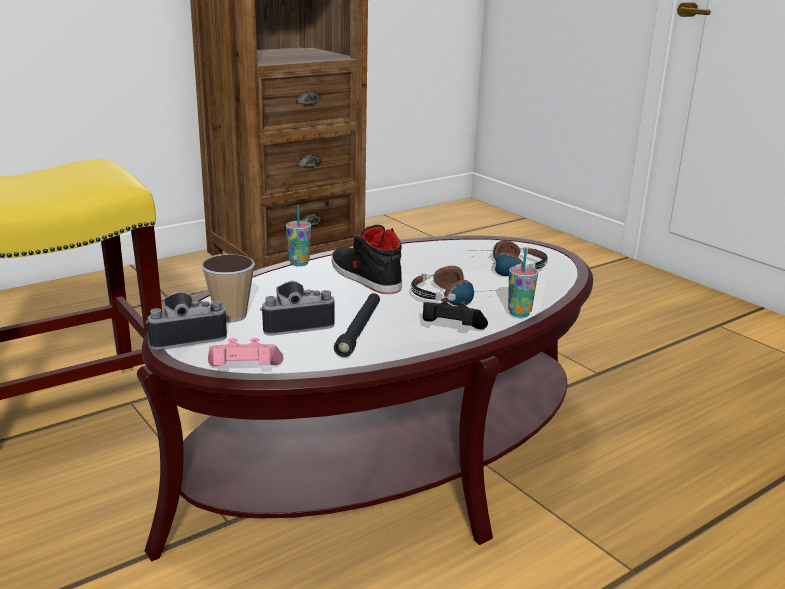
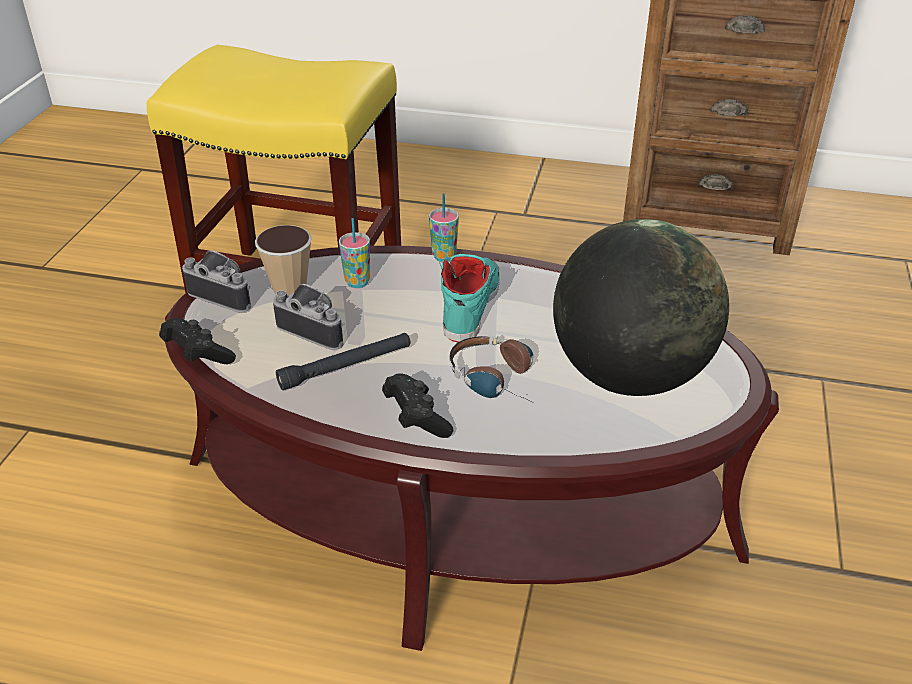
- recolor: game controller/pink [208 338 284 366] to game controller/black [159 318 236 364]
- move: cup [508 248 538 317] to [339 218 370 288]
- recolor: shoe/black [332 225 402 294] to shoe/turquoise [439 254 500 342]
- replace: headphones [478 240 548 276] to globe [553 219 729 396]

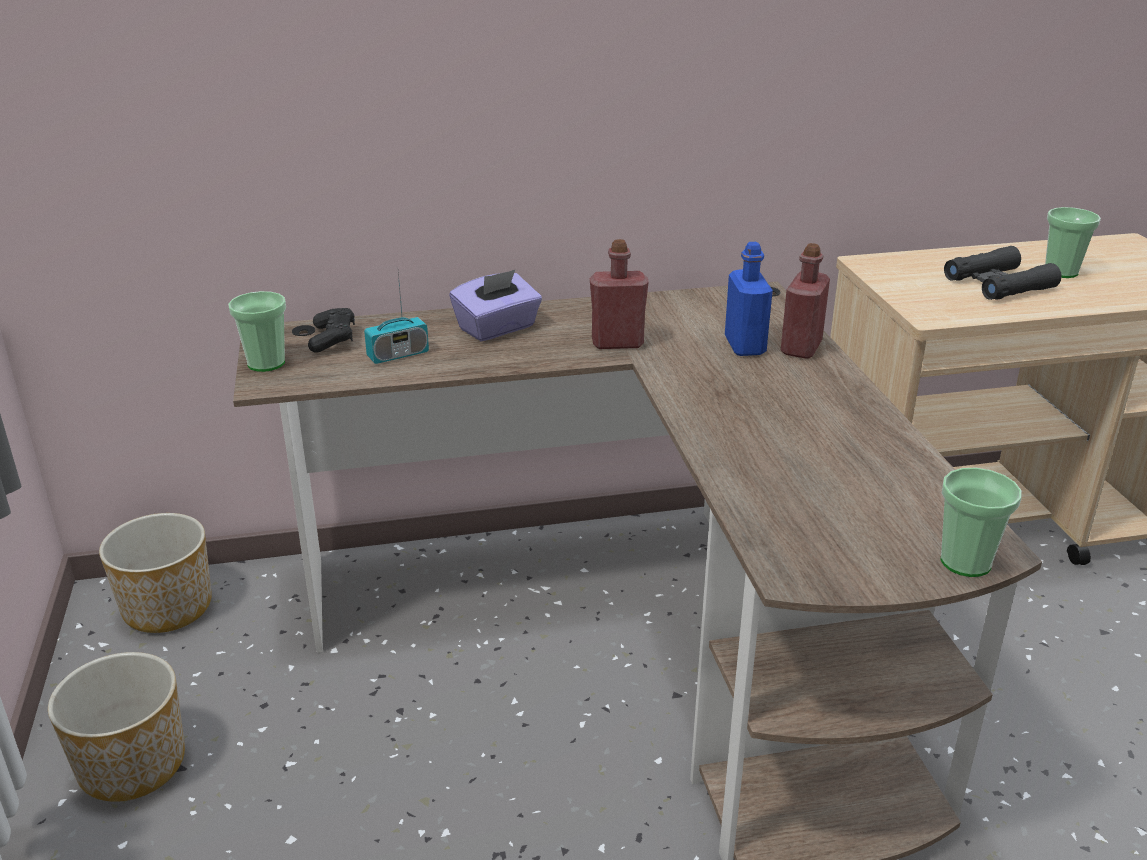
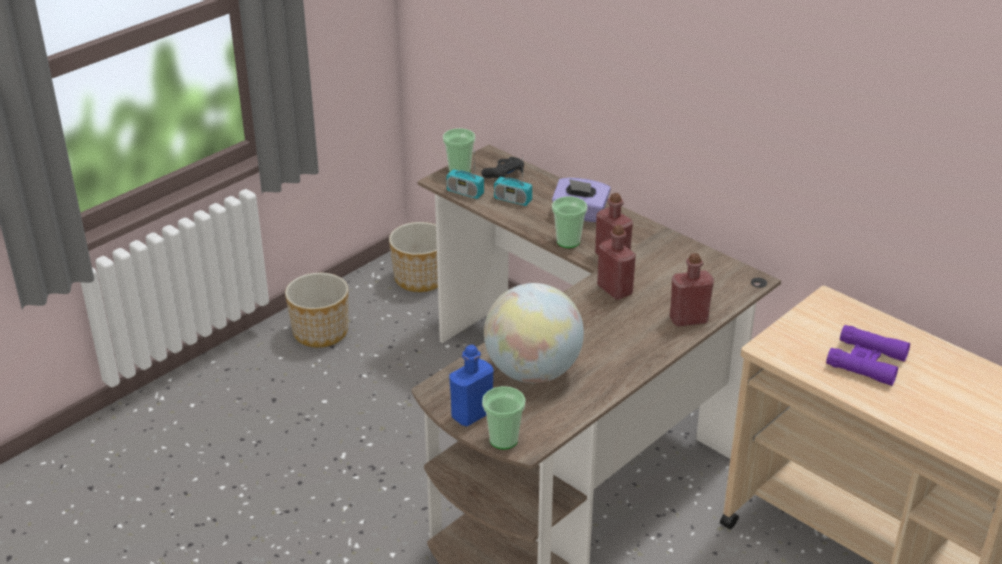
- insert: radio [447 144 484 199]
- move: bottle/blue [725 242 773 356] to [449 345 494 426]
- insert: globe [484 283 584 383]
- move: cup [1045 207 1101 278] to [552 196 587 248]
- insert: bottle/red [597 225 636 300]
- recolor: binoculars/black [944 246 1062 300] to binoculars/purple [826 325 910 386]

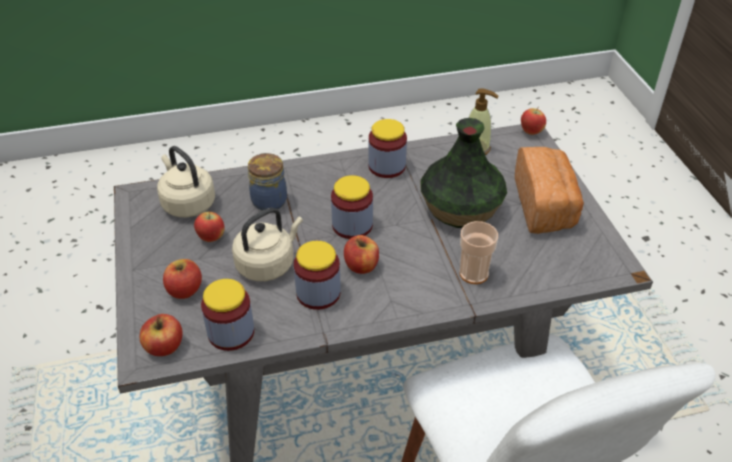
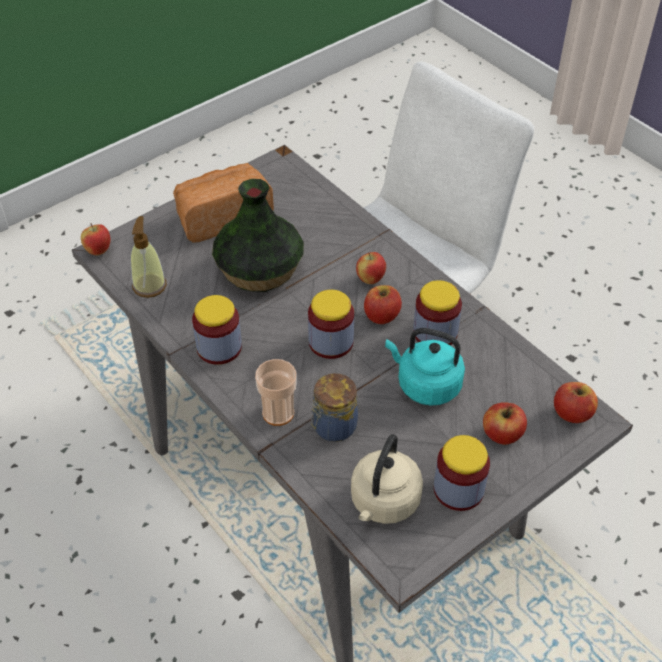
- move: cup [460 221 498 284] to [255 359 297 426]
- move: apple [194 211 225 242] to [356 252 386 284]
- recolor: kettle/beige [232 208 303 281] to kettle/turquoise [385 328 465 406]
- move: jar [201 279 254 351] to [434 435 490 511]

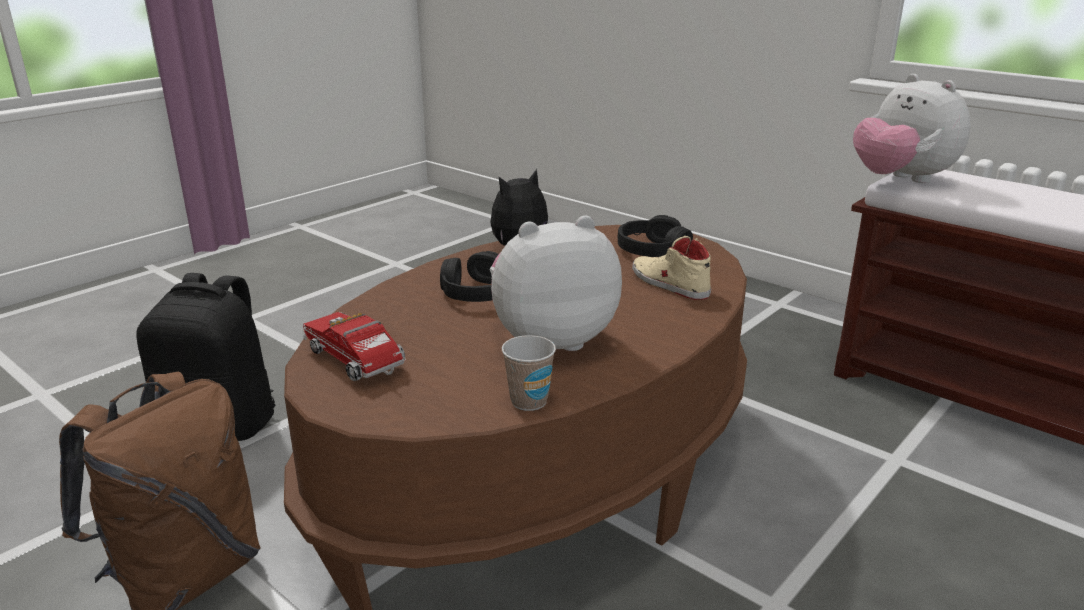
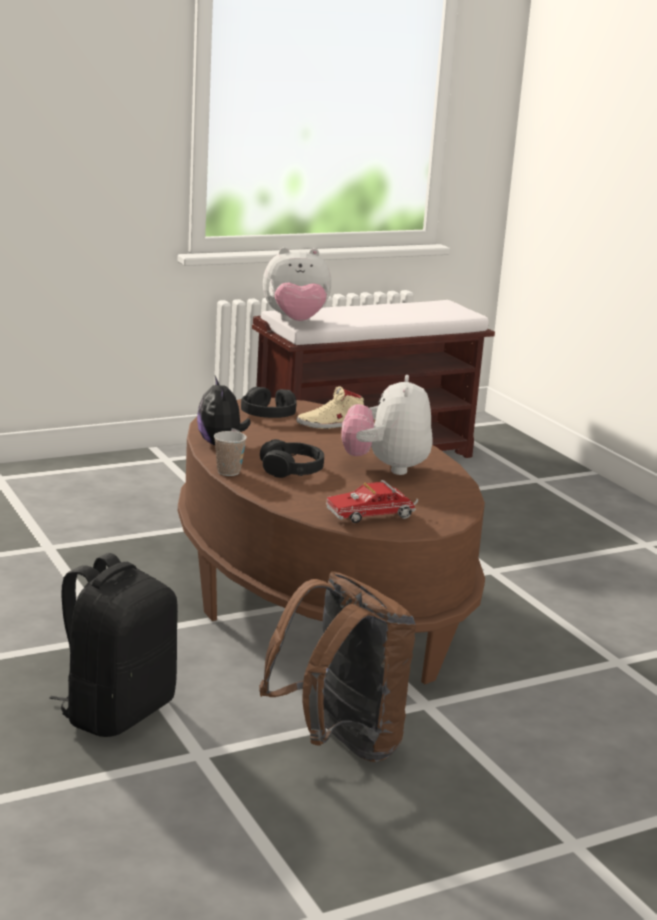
- move: cup [502 335 556 411] to [214 431 247 476]

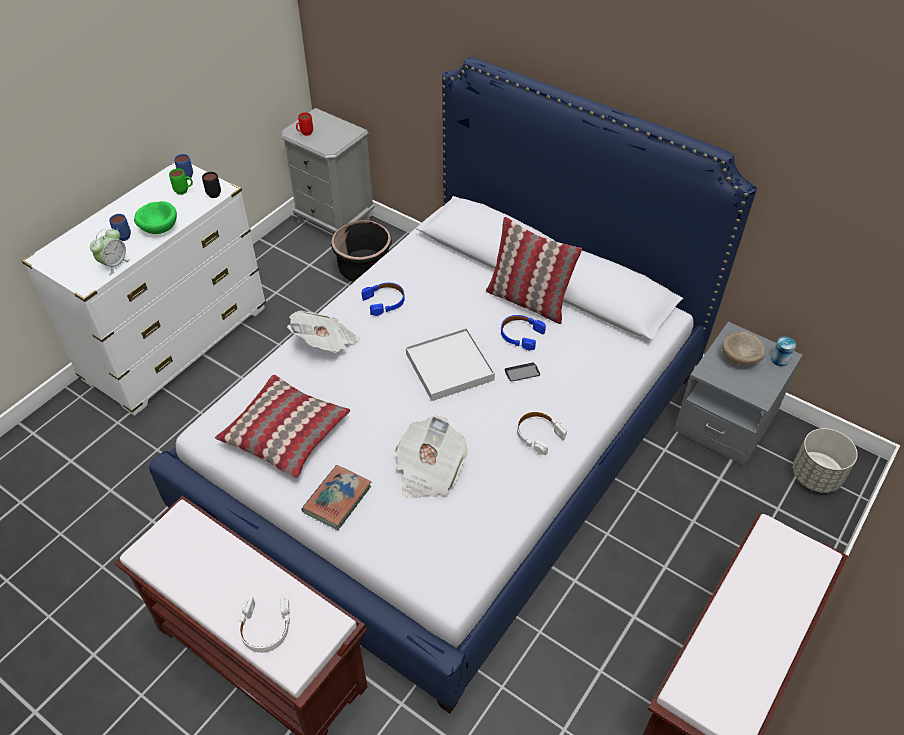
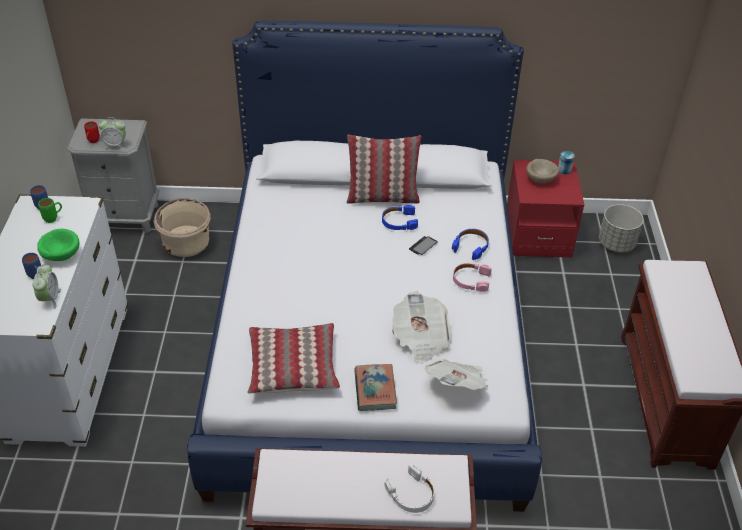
- insert: alarm clock [98 117 126 150]
- recolor: planter/black [331 220 392 282] to planter/beige [154 198 210 257]
- move: newspaper [287 310 360 353] to [425 359 488 390]
- move: headphones/blue [362 283 405 316] to [452 229 489 260]
- recolor: headphones/white [517 411 567 455] to headphones/pink [453 263 492 292]
- recolor: nightstand/grey [674 322 803 466] to nightstand/red [507 160 584 258]
- delete: mug/black [202 172 221 198]
- delete: tray/white [406 328 495 401]

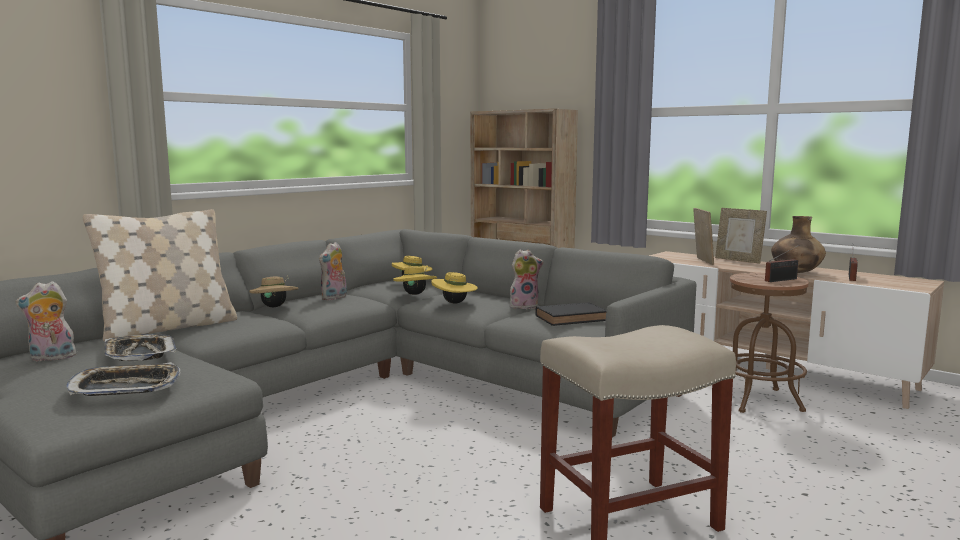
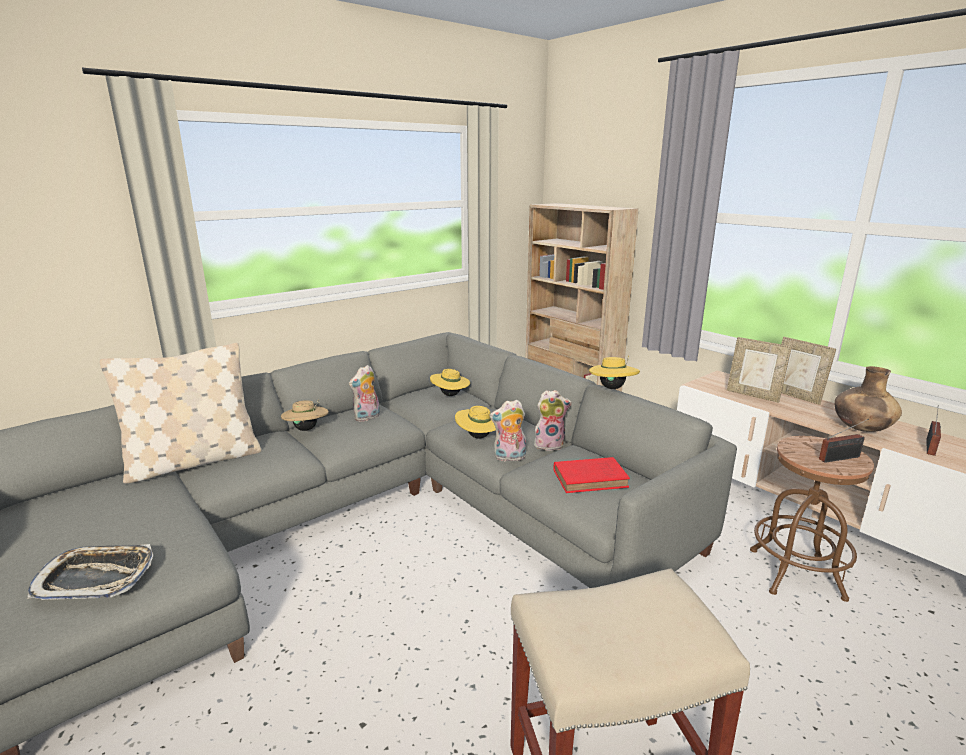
- move: plush toy [16 281 78 361] to [490 400 526 462]
- recolor: book/black [535 302 607 326] to book/red [553 457 630 493]
- move: hat/yellow [393 266 437 295] to [589 356 640 389]
- rotate: picture frame [694 208 714 265] = [727 337 792 403] 120 degrees clockwise
- delete: tray [105 334 176 361]

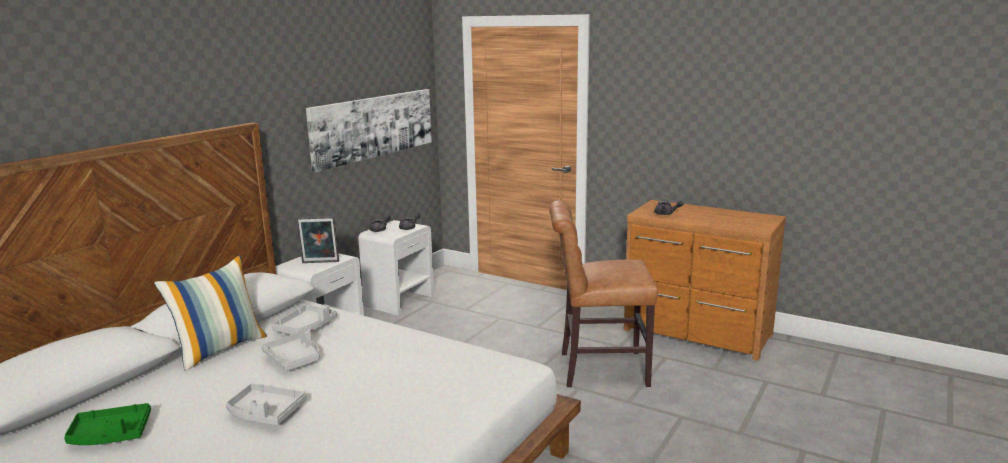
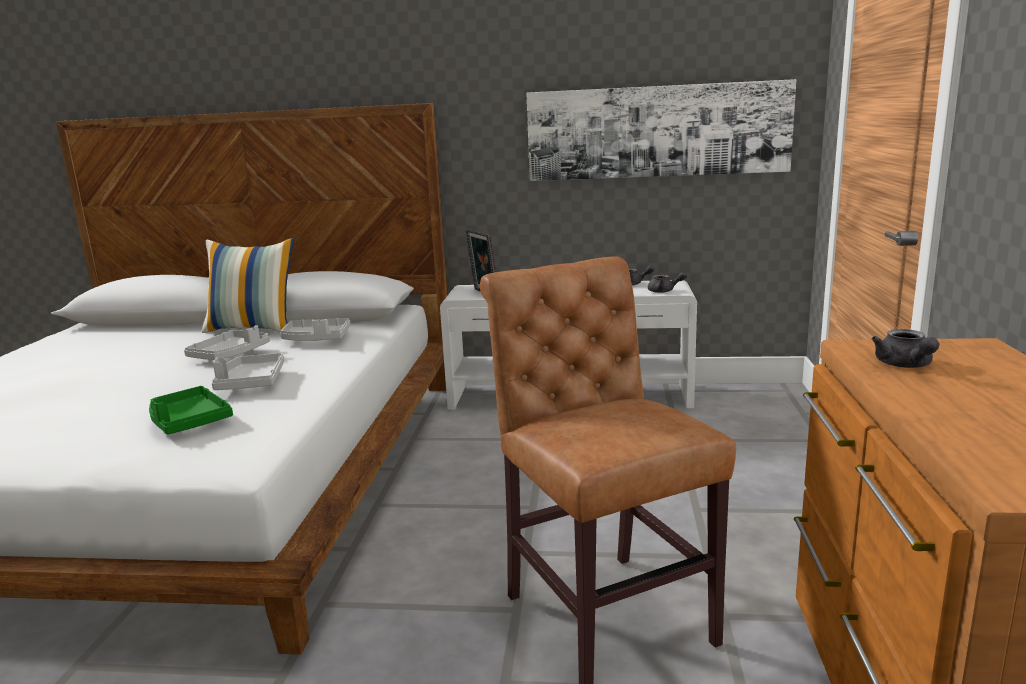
- move: tray/green [64 403 151 445] to [149 386 233 435]
- move: tray/grey [226 383 306 426] to [212 353 284 390]

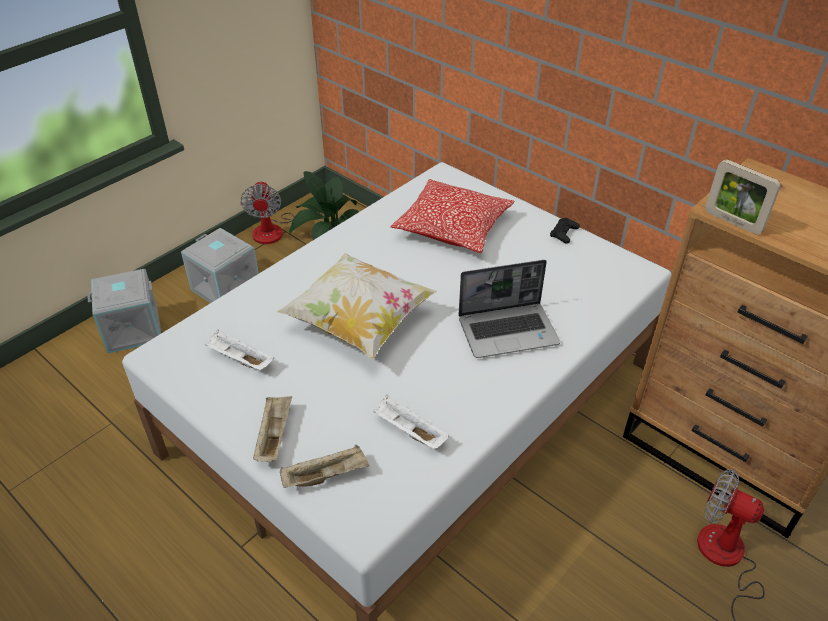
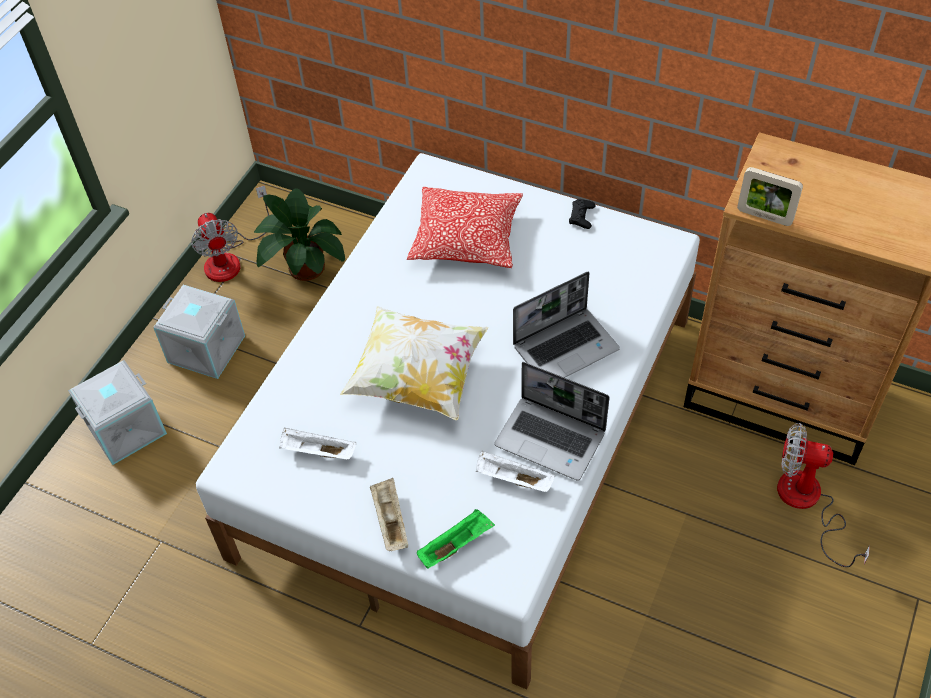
- recolor: tray/beige [280 445 369 488] to tray/green [417 509 495 569]
- insert: laptop [494 362 610 481]

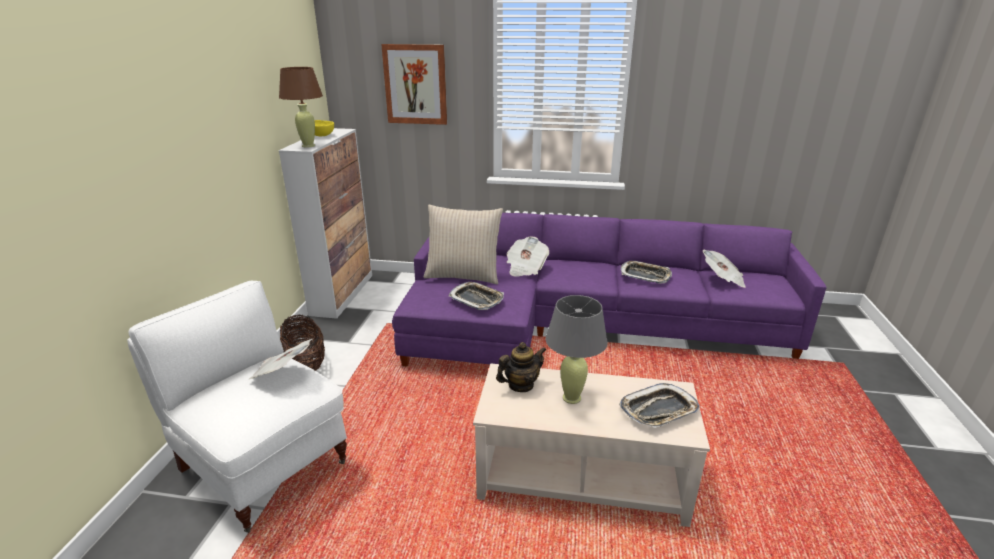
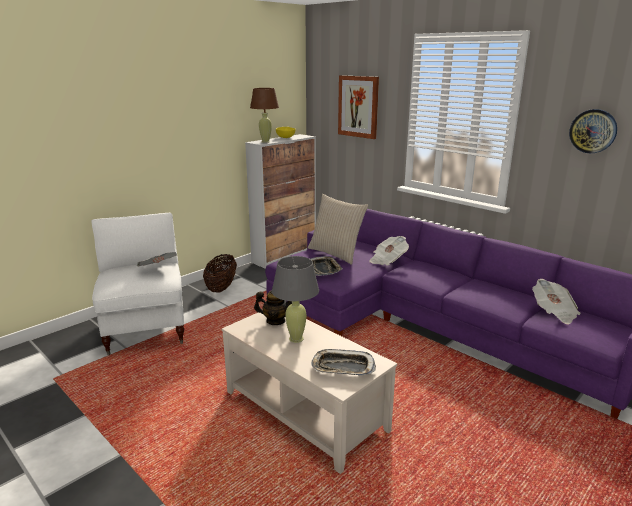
- insert: wall clock [569 109 617 153]
- delete: tray [620 261 672 284]

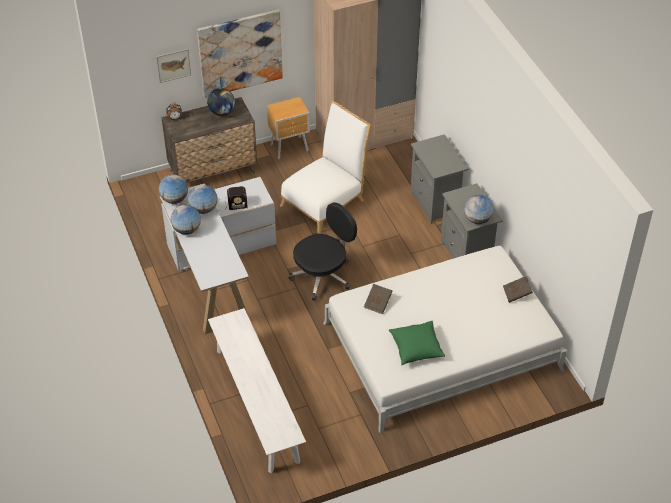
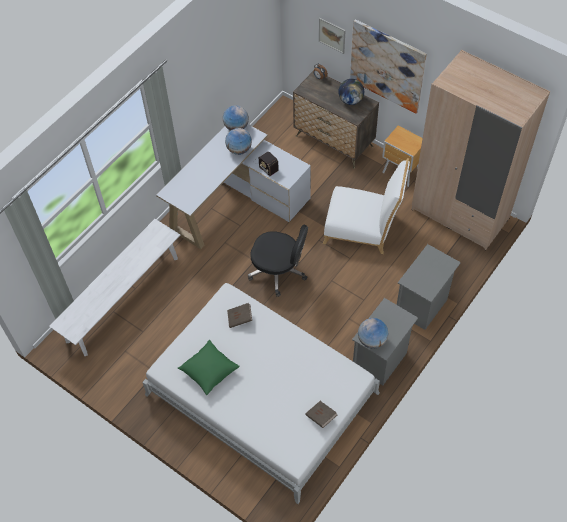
- delete: globe [171 205 201 235]

